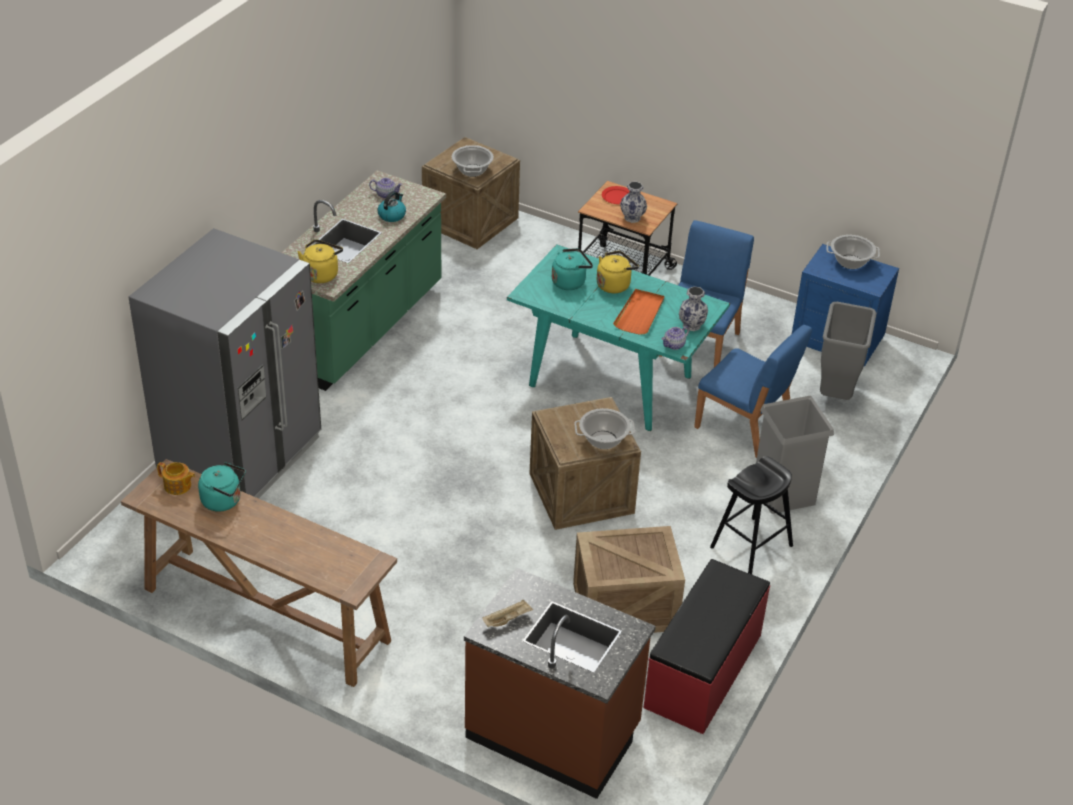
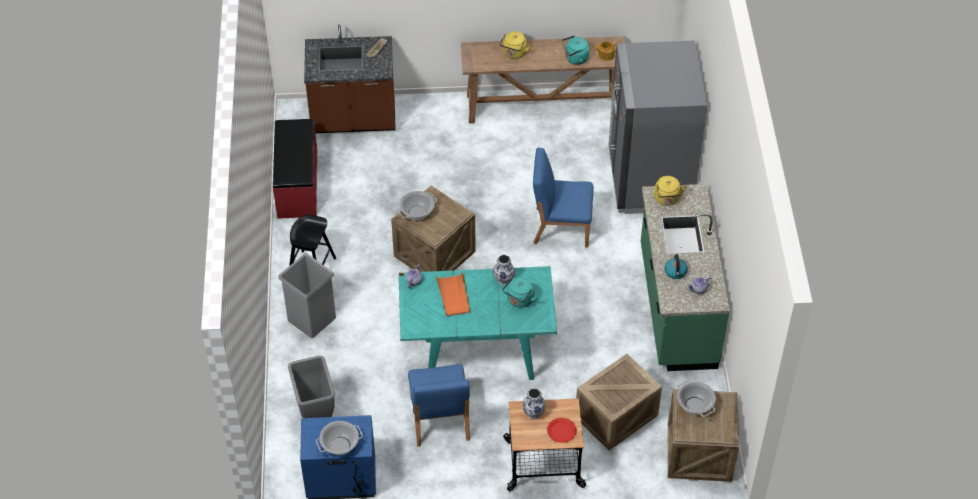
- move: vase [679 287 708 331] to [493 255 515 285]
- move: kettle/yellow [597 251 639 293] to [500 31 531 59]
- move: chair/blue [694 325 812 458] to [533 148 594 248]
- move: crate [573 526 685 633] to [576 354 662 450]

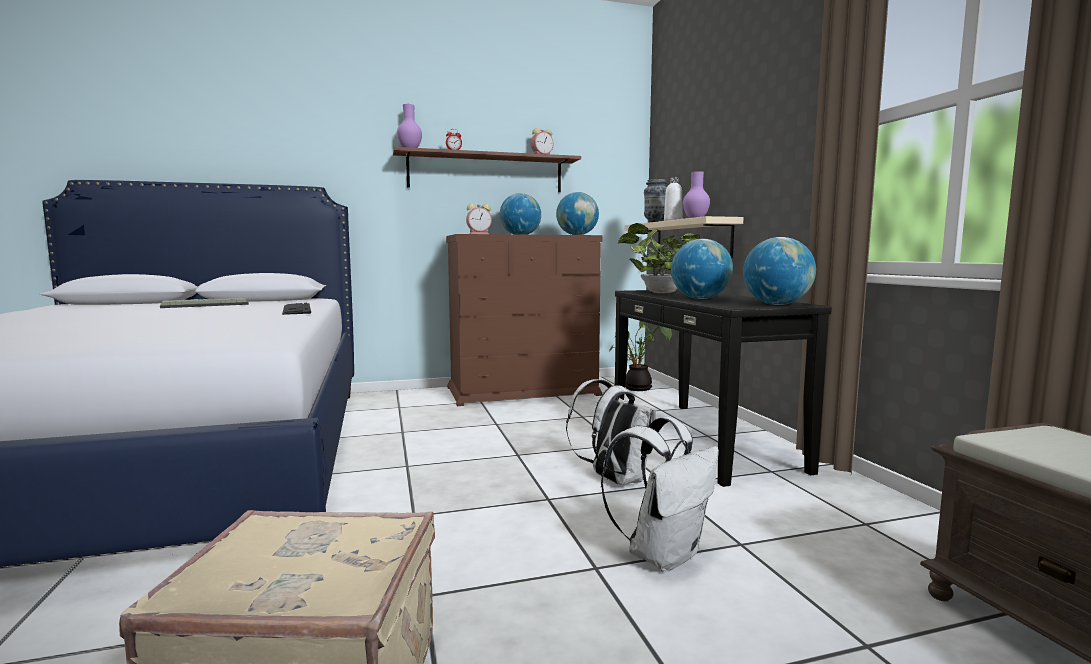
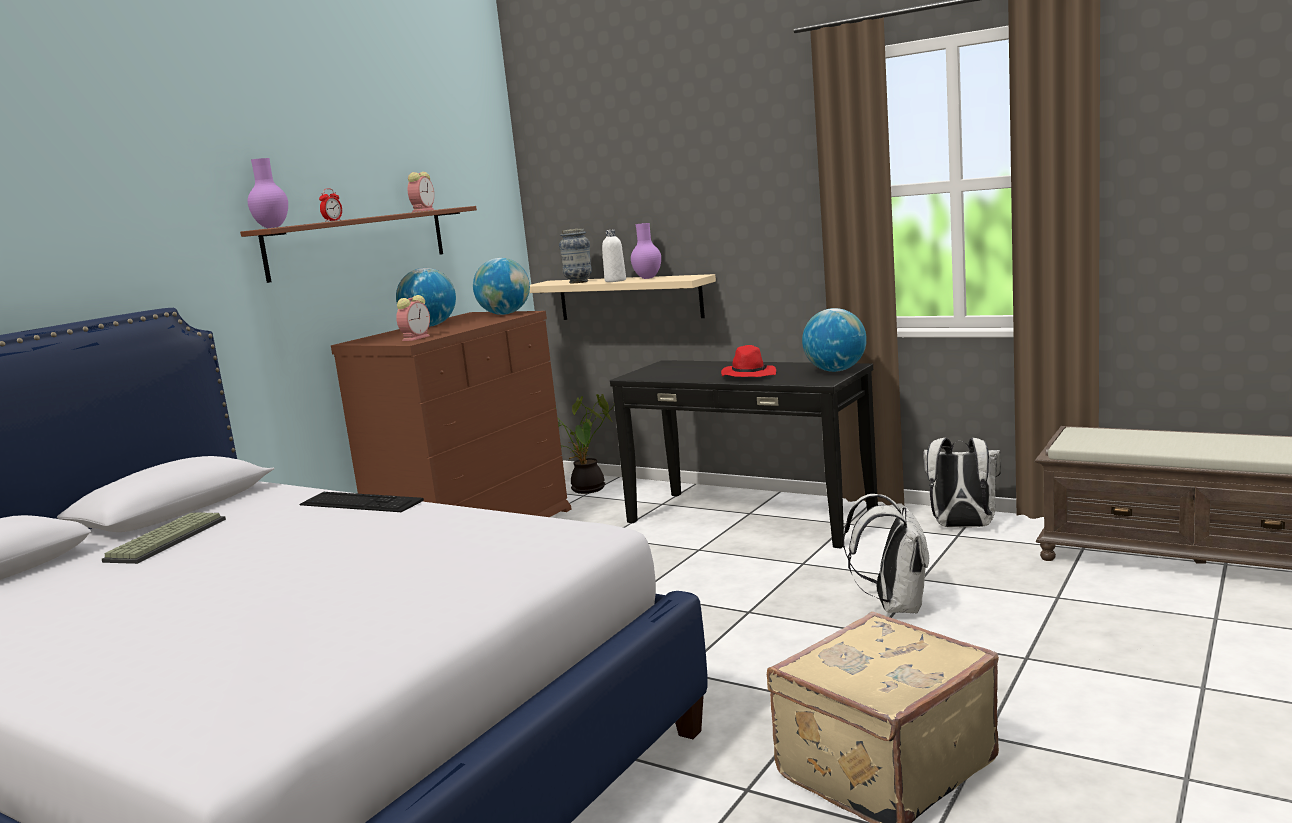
- replace: globe [671 239 733 299] to hat/red [721 345 776 377]
- move: backpack/white [566 379 656 485] to [923 438 1001 527]
- delete: potted plant [618 223 700 293]

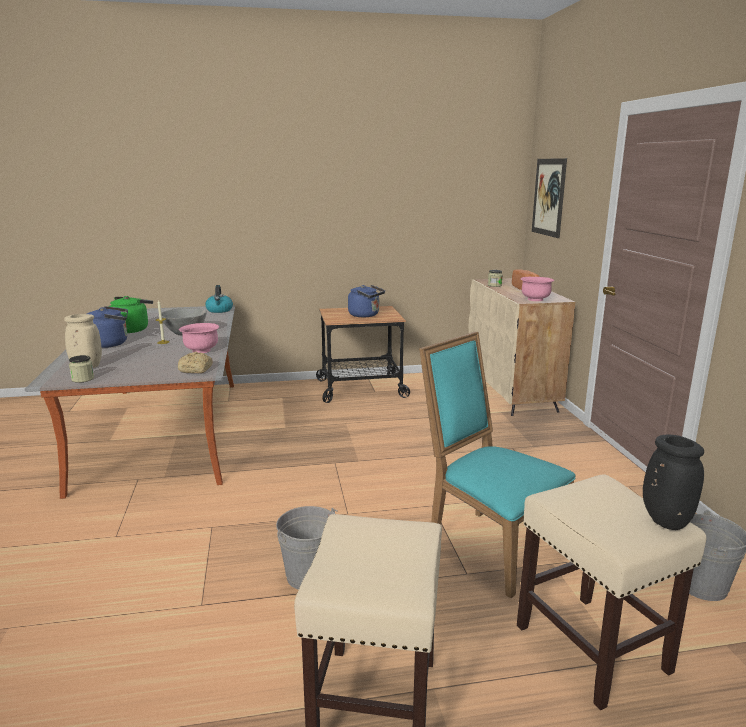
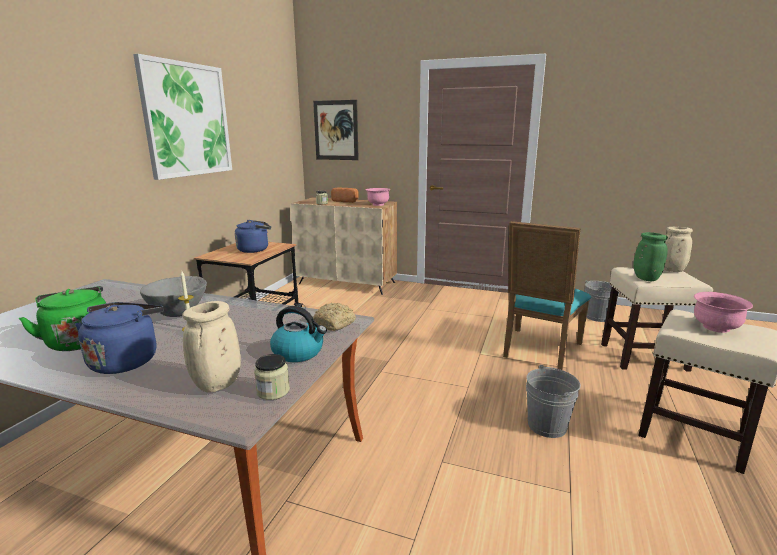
- insert: picture [133 54 232 180]
- move: kettle [205 285 233 313] to [270 306 327 362]
- rotate: chair/turquoise [419 332 576 598] = [503 221 591 370] 45 degrees counterclockwise
- insert: vase/green [633 232 668 281]
- recolor: vase/black [643 435 704 530] to vase/beige [664 227 693 272]
- move: bowl/pink [179 323 219 353] to [694 292 753 333]

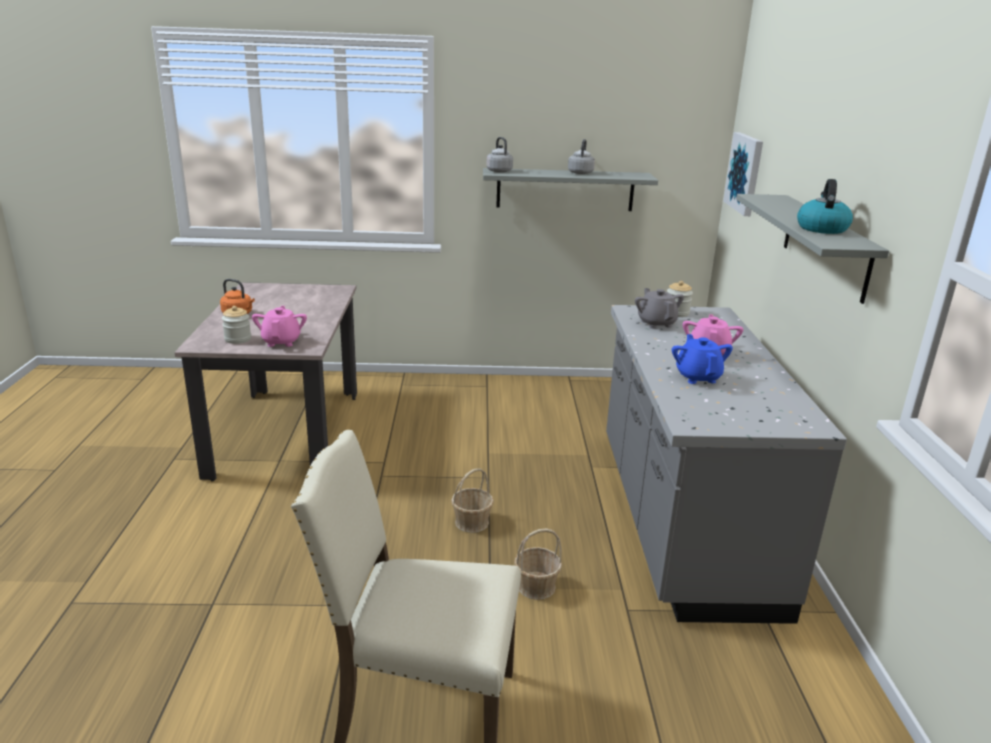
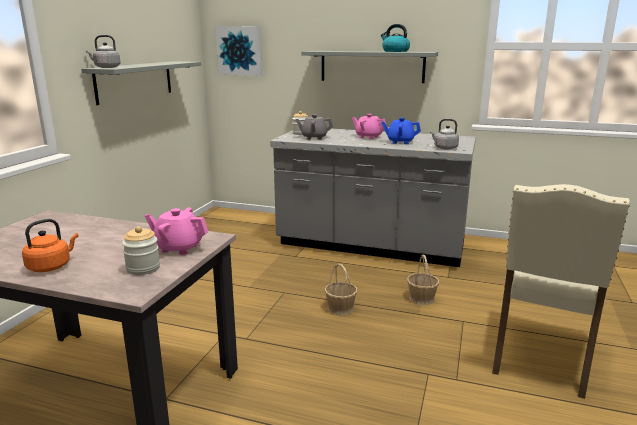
- move: kettle/grey [568 139 595 174] to [430 119 459 149]

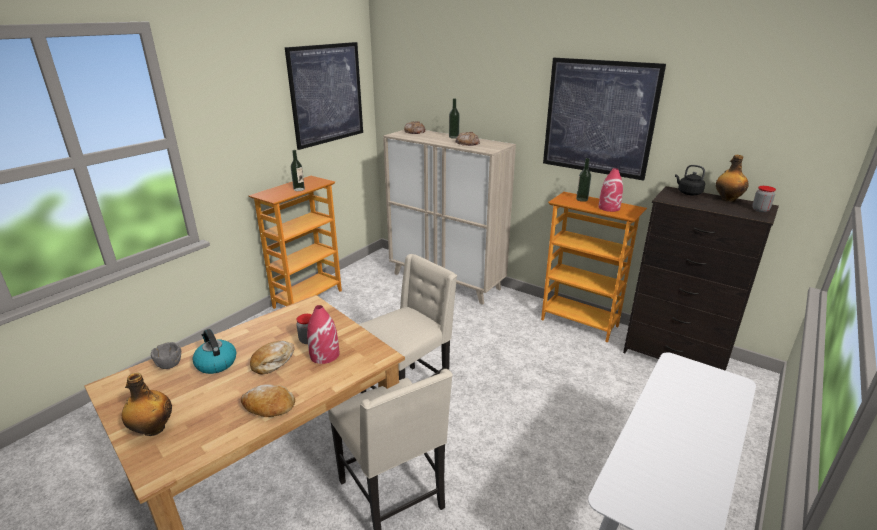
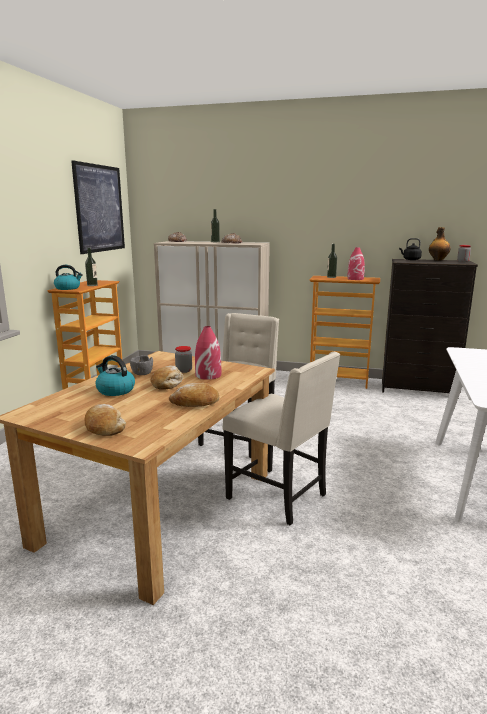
- insert: kettle [54 265 83 290]
- replace: bottle [122 373 172 436] to bread [84 404 126 436]
- move: bowl/grey [151 342 181 369] to [130 355 153 375]
- delete: picture [543 58 666 181]

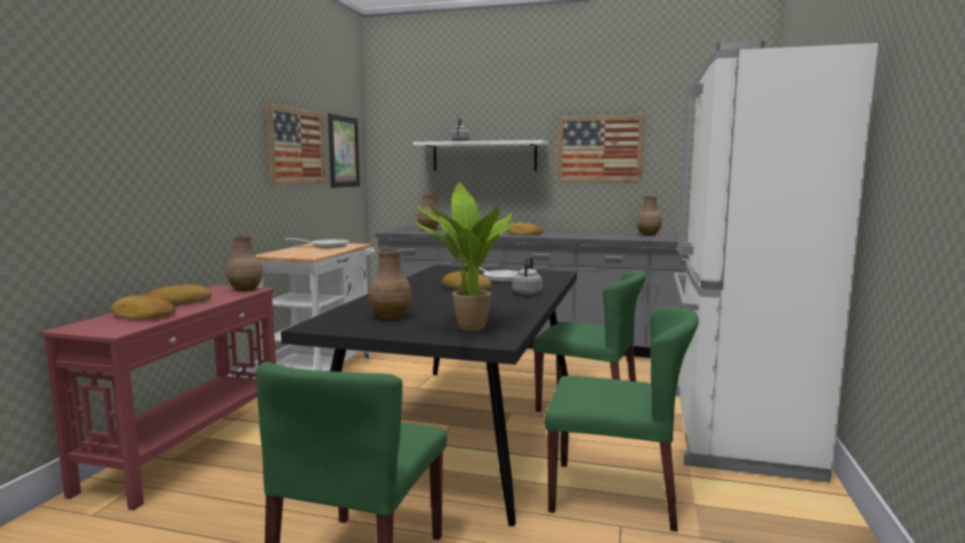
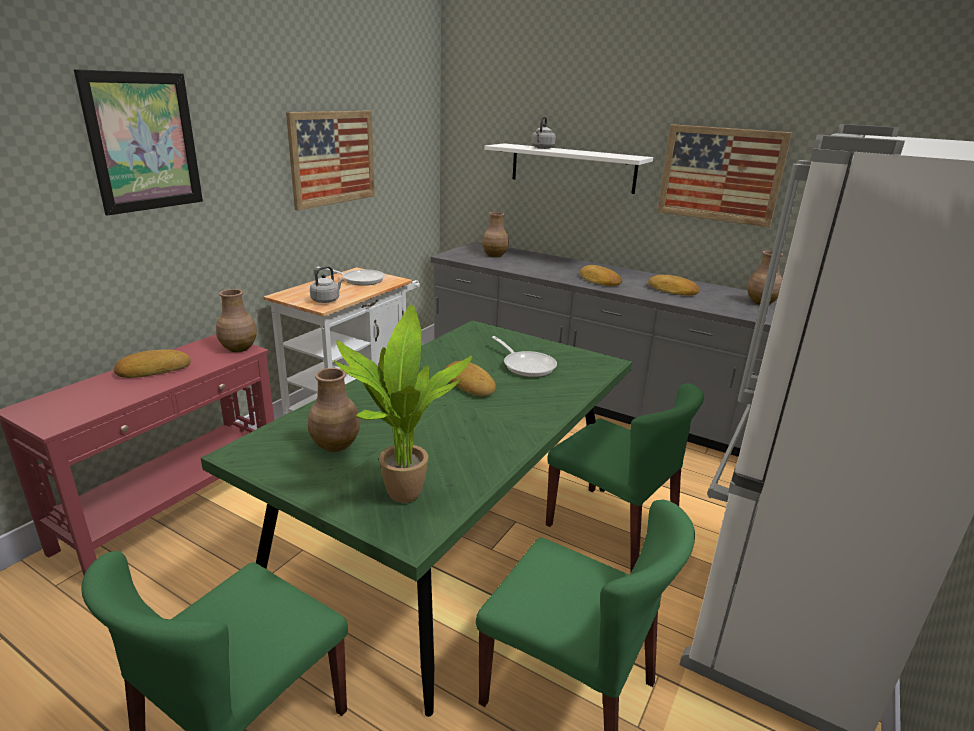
- move: picture [328 114 360 188] to [74 69 203 216]
- recolor: dining table/black [281 265 577 526] to dining table/green [201 320 632 717]
- move: kettle/grey [512 256 542 295] to [310 266 344 303]
- move: bread [111 295 176 320] to [648 275 700 296]

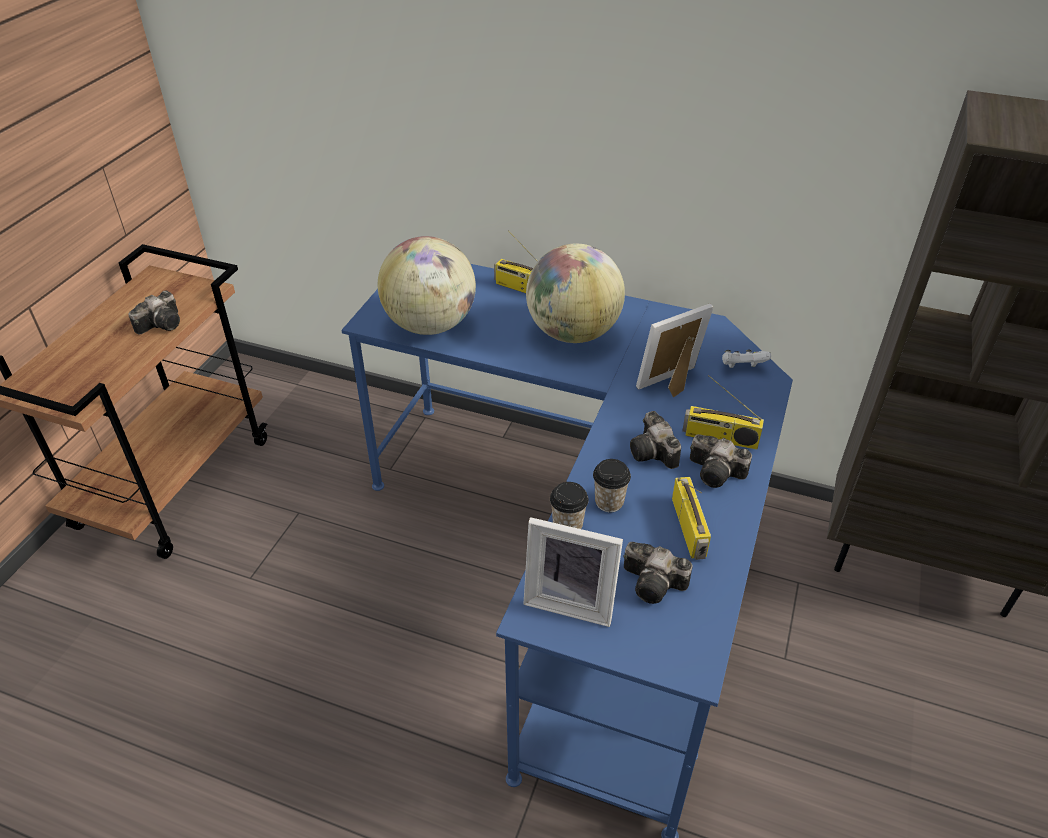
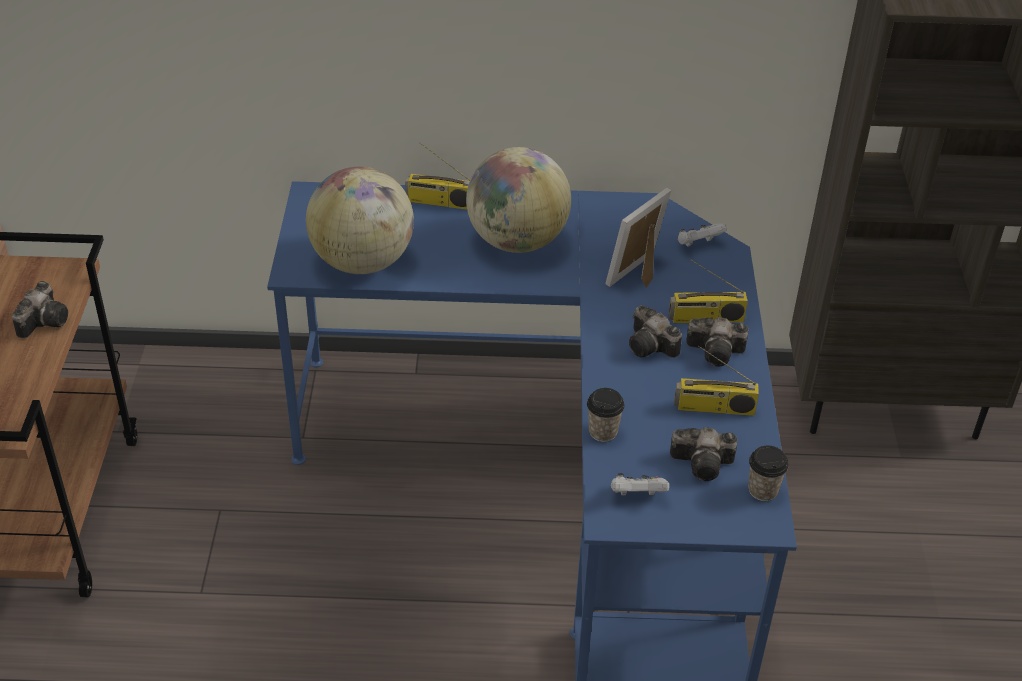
- replace: picture frame [523 517 623 627] to game controller/white [611 473 669 496]
- rotate: radio [672 477 711 560] = [674 346 759 416] 120 degrees clockwise
- move: cup [593 459 631 512] to [748 445 789 501]

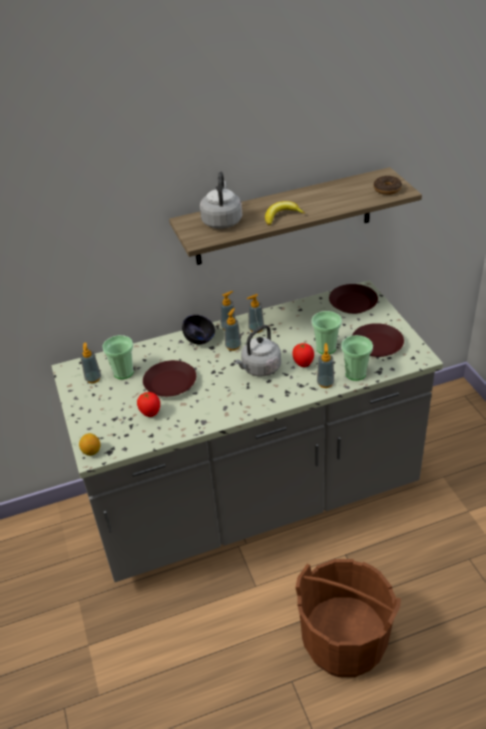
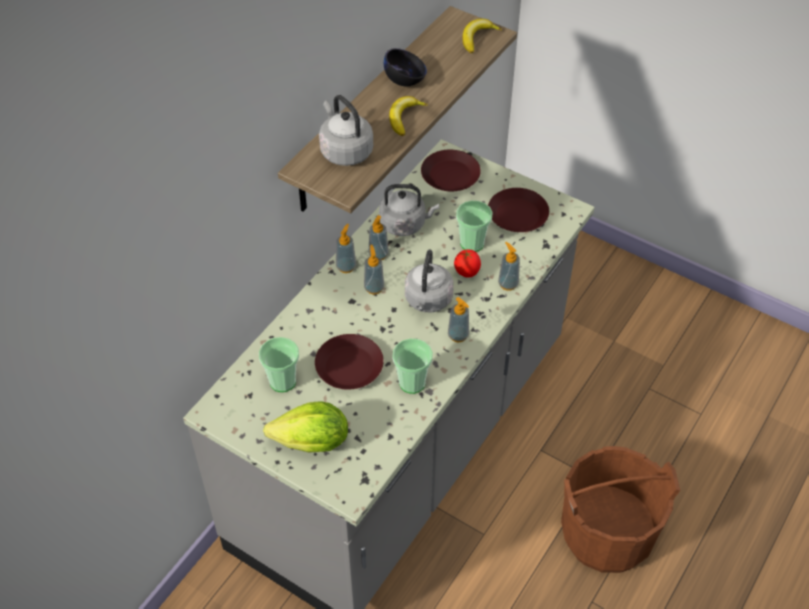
- insert: lettuce [263 401 348 452]
- insert: kettle/grey [379 184 439 236]
- move: bowl/black [182 315 215 345] to [384 48 427 86]
- move: cup [341 335 373 381] to [392 338 433 394]
- move: soap dispenser [80 343 101 383] to [448 297 469 342]
- replace: donut [374 176 402 195] to banana [462 19 502 53]
- delete: lemon [79 433 100 456]
- delete: tomato [137 392 160 417]

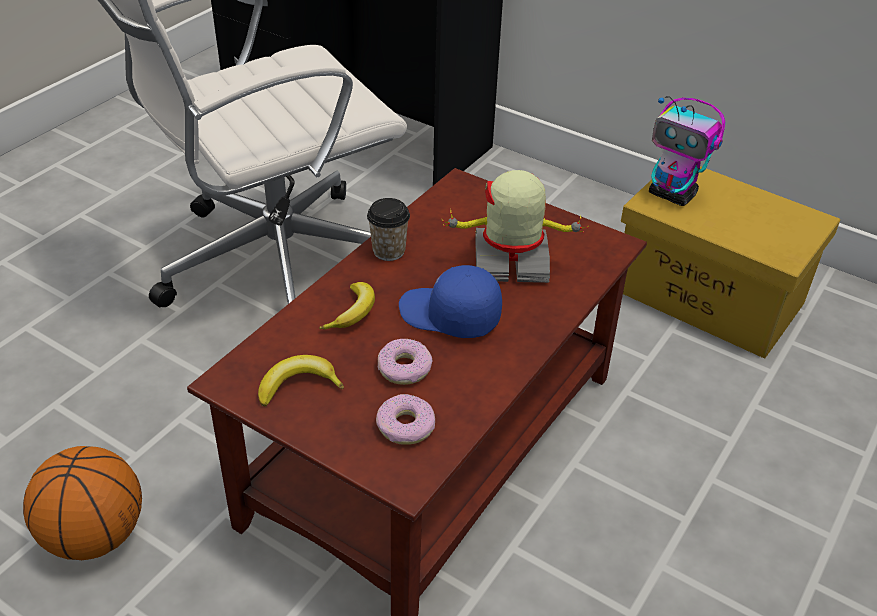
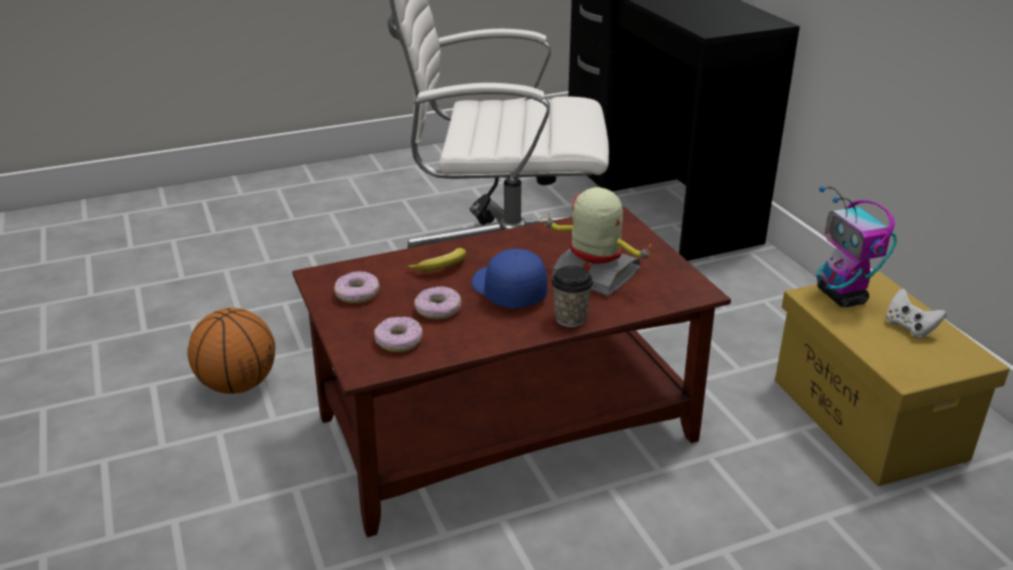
- replace: banana [258 355 344 406] to donut [334 271 380 303]
- move: cup [367 198 410 261] to [551 266 593 327]
- insert: game controller/white [885 288 946 338]

